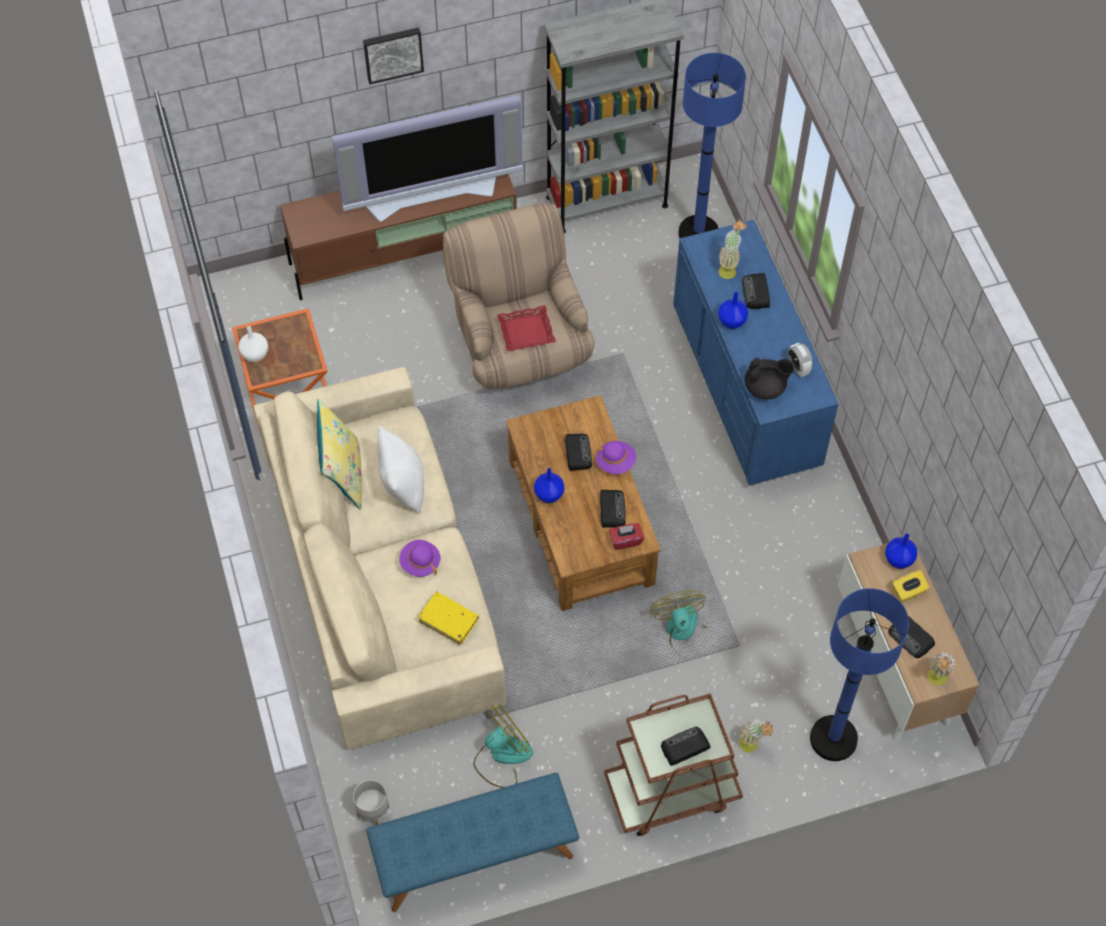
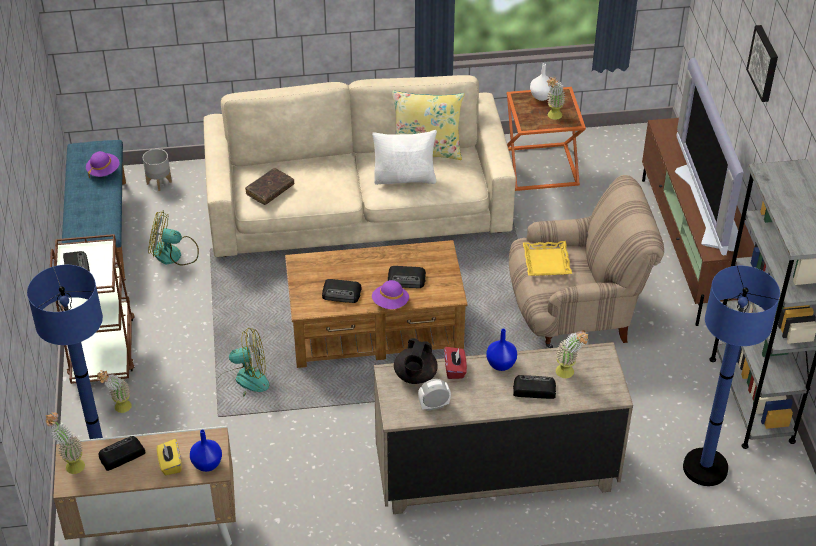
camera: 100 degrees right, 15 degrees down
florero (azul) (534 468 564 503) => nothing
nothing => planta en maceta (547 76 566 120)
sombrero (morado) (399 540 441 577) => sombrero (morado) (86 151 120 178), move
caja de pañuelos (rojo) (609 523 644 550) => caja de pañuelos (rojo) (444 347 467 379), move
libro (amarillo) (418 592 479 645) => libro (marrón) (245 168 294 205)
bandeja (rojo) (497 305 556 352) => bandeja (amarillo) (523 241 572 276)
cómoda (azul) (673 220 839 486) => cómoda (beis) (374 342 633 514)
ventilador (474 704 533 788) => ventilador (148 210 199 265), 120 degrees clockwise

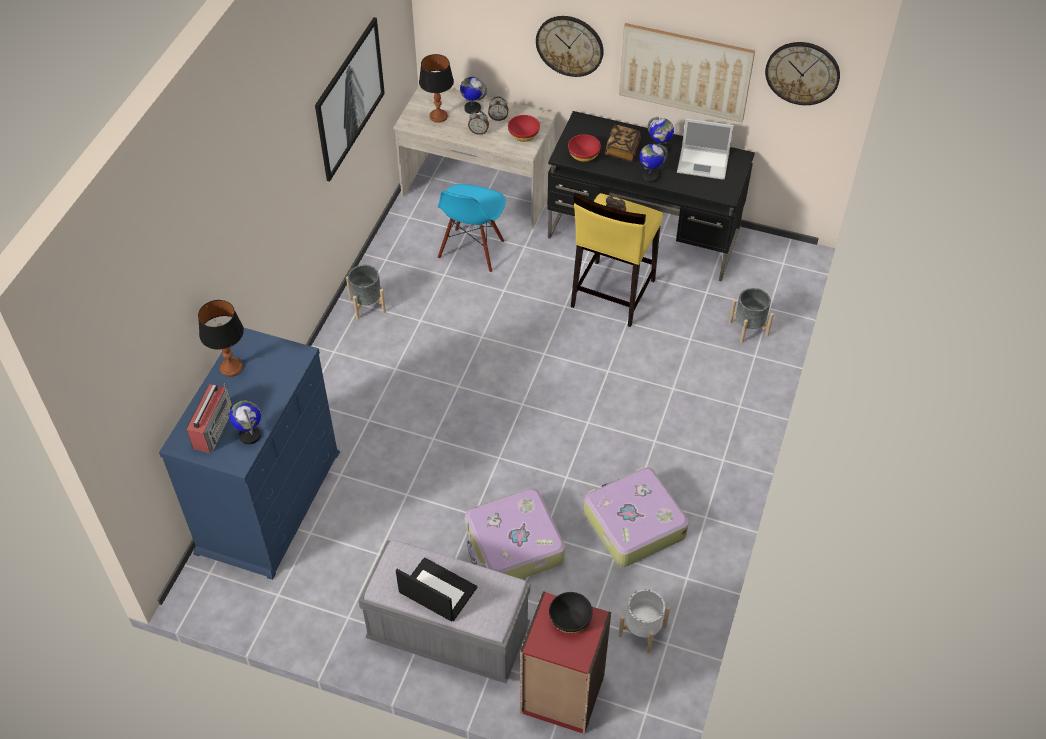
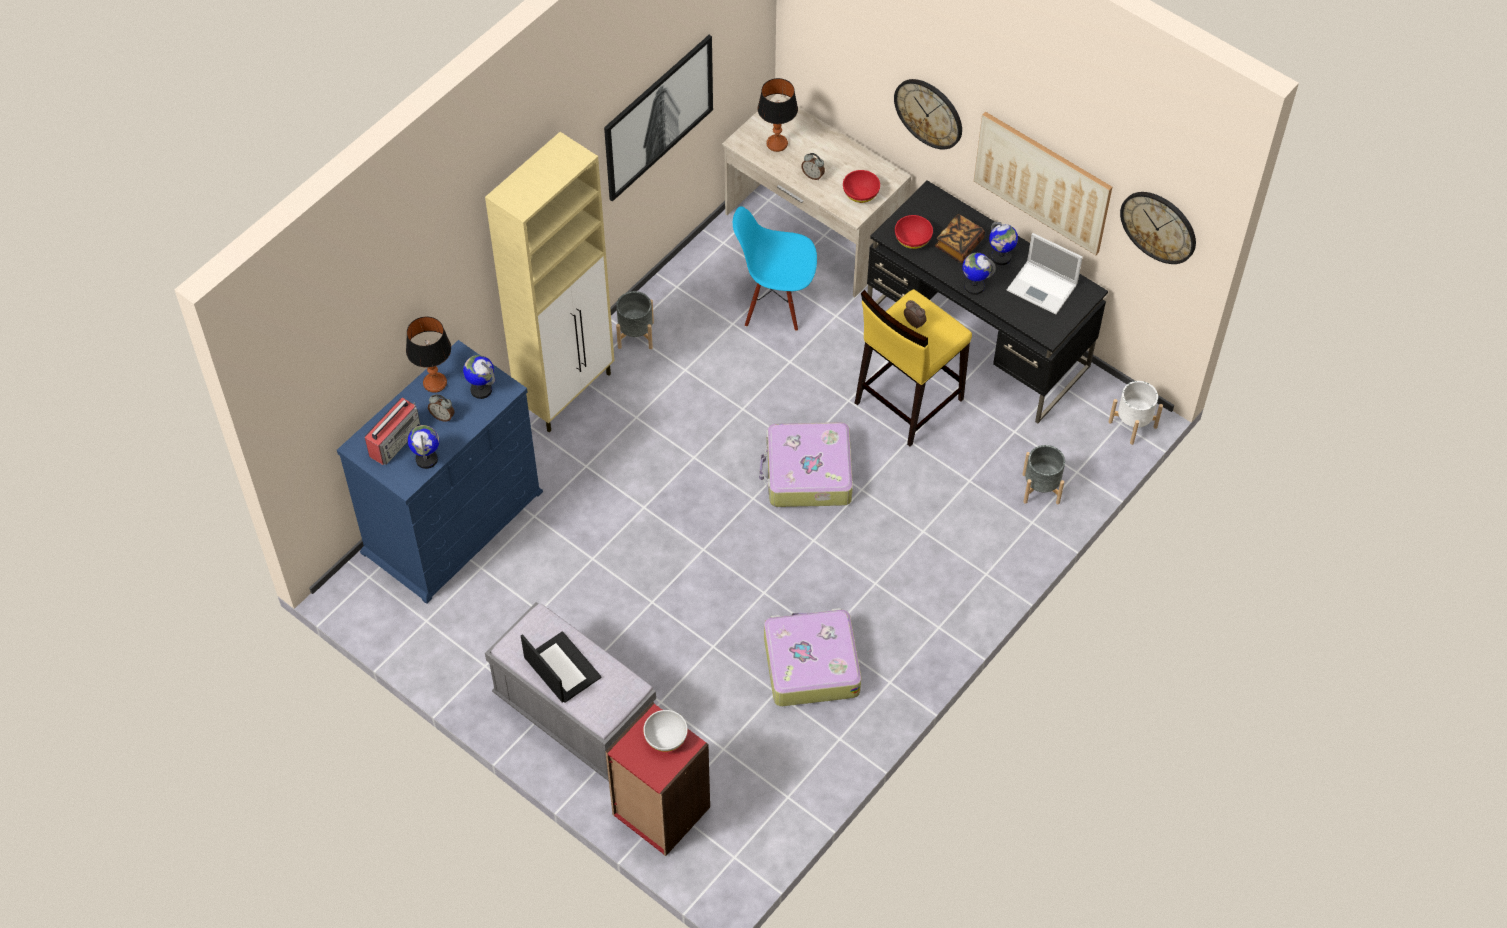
camera: 20 degrees right, 5 degrees up
nothing => armario (beis) (485 132 615 432)
globo terráqueo (460 77 487 114) => globo terráqueo (463 355 495 399), move
maleta (464 488 565 579) => maleta (759 422 853 507), move
despertador (488 96 509 121) => despertador (428 394 455 422), move
maceta (blanco) (618 589 670 653) => maceta (blanco) (1109 381 1163 445), move
cuenco (negro) (549 592 593 633) => cuenco (blanco) (643 710 688 752)
silla (azul) (438 184 506 273) => silla (azul) (733 206 817 331), 60 degrees clockwise

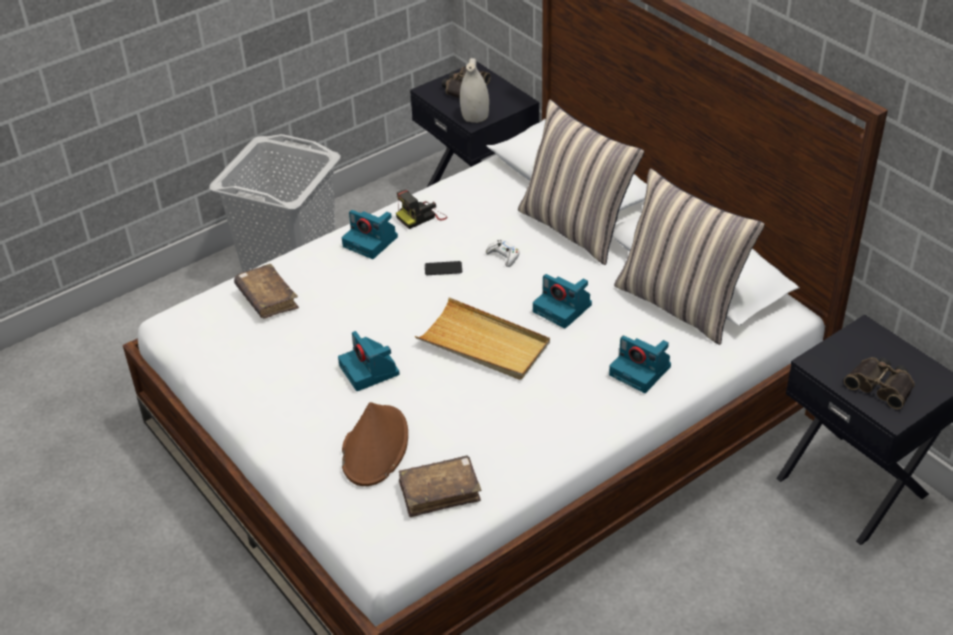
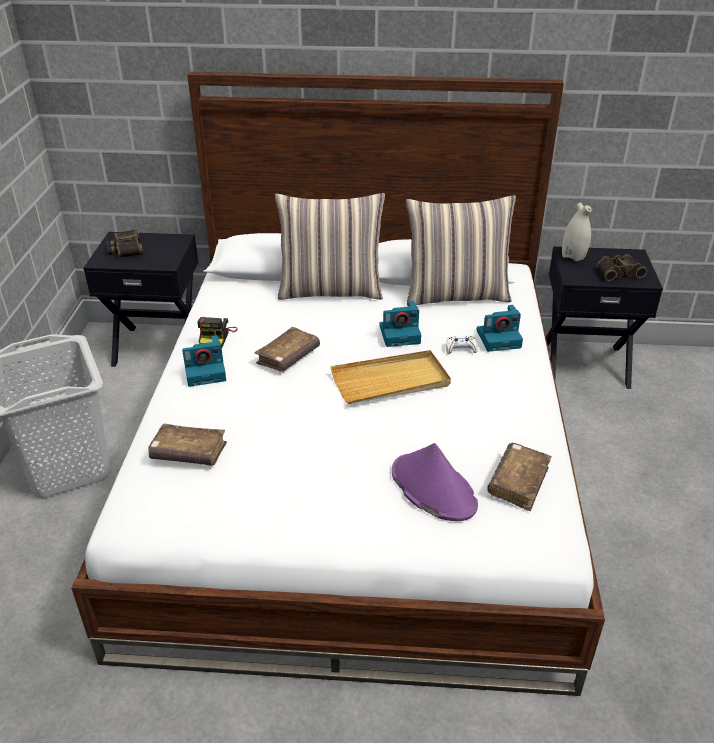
camera: 50 degrees left, 5 degrees down
cámara (338 331 400 391) => nothing
florero (blanco) (460 58 489 123) => florero (blanco) (562 203 592 262), move
mando de consola (blanco) (486 240 520 267) => mando de consola (blanco) (446 336 478 354), move
móvil (425 261 462 275) => libro (marrón) (255 327 320 372)
sombrero (marrón) (342 402 408 486) => sombrero (morado) (392 443 478 521)

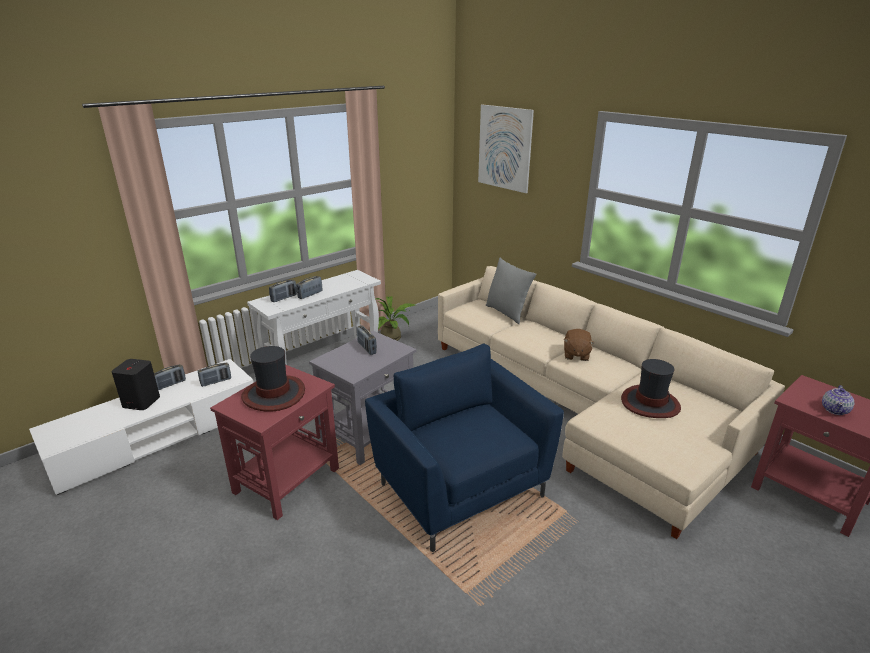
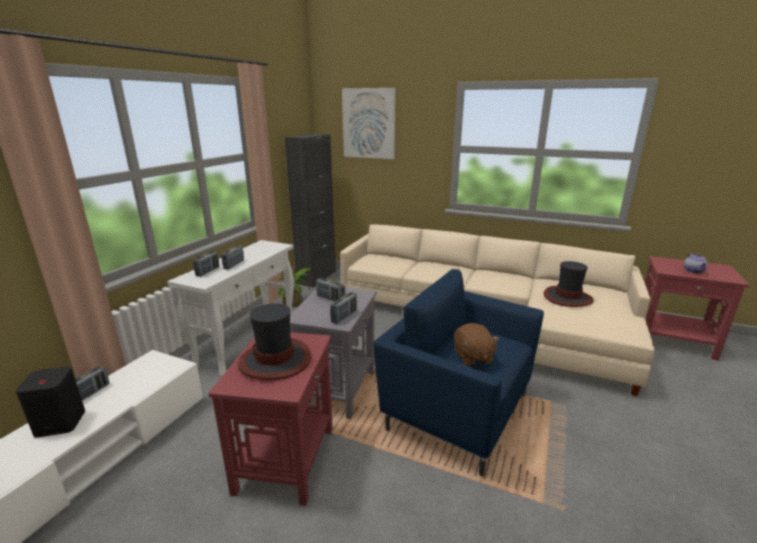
camera: 25 degrees left, 5 degrees down
cojín (gris) (486 258 536 324) => nothing
nothing => armario (negro) (285 134 336 287)
radio (198 362 231 387) => radio (330 292 357 324), move
peluche (marrón) (564 329 594 361) => peluche (marrón) (454 323 500 366), move

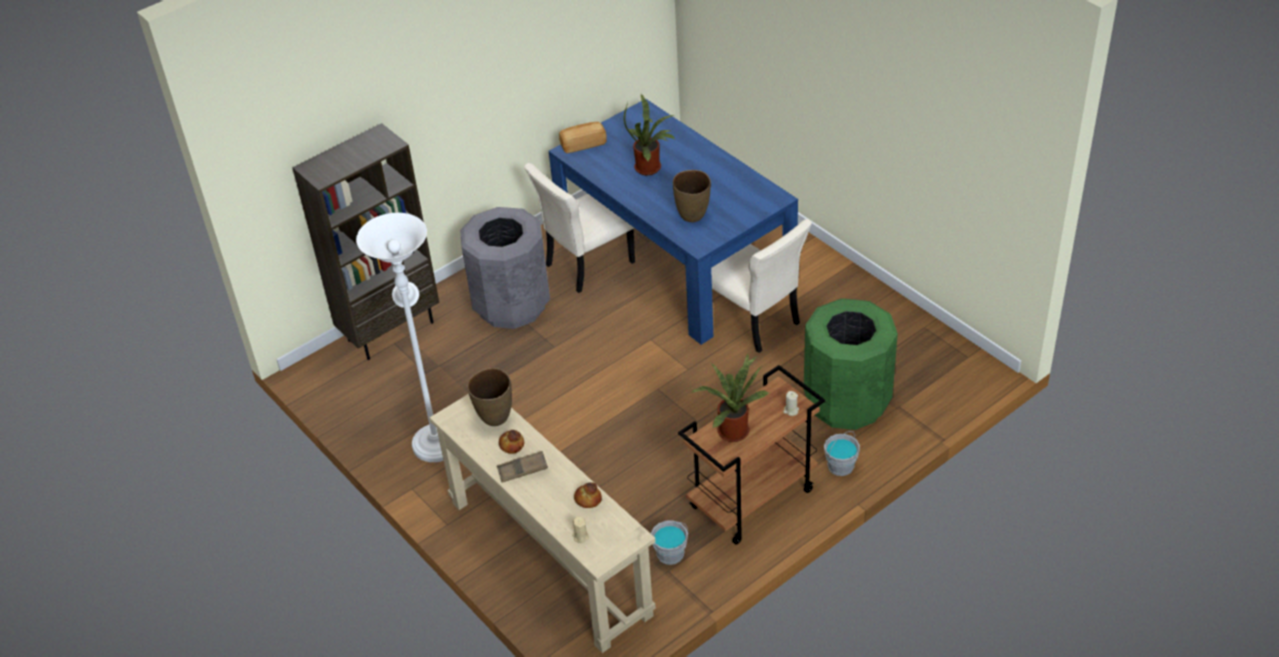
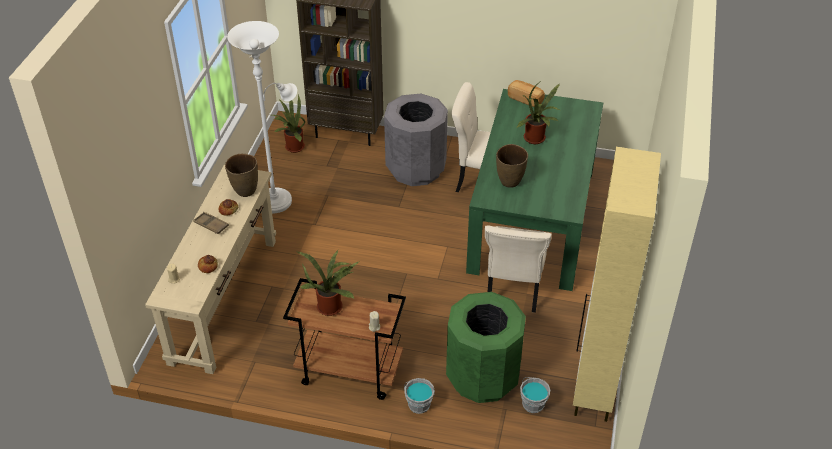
camera: 50 degrees right, 0 degrees up
nothing => planta en maceta (272 94 305 153)
nothing => armario (beis) (573 147 661 422)
cubo (gris) (651 521 688 565) => cubo (gris) (520 377 550 413), move
mesa de comedor (azul) (549 99 798 345) => mesa de comedor (verde) (466 89 603 291)

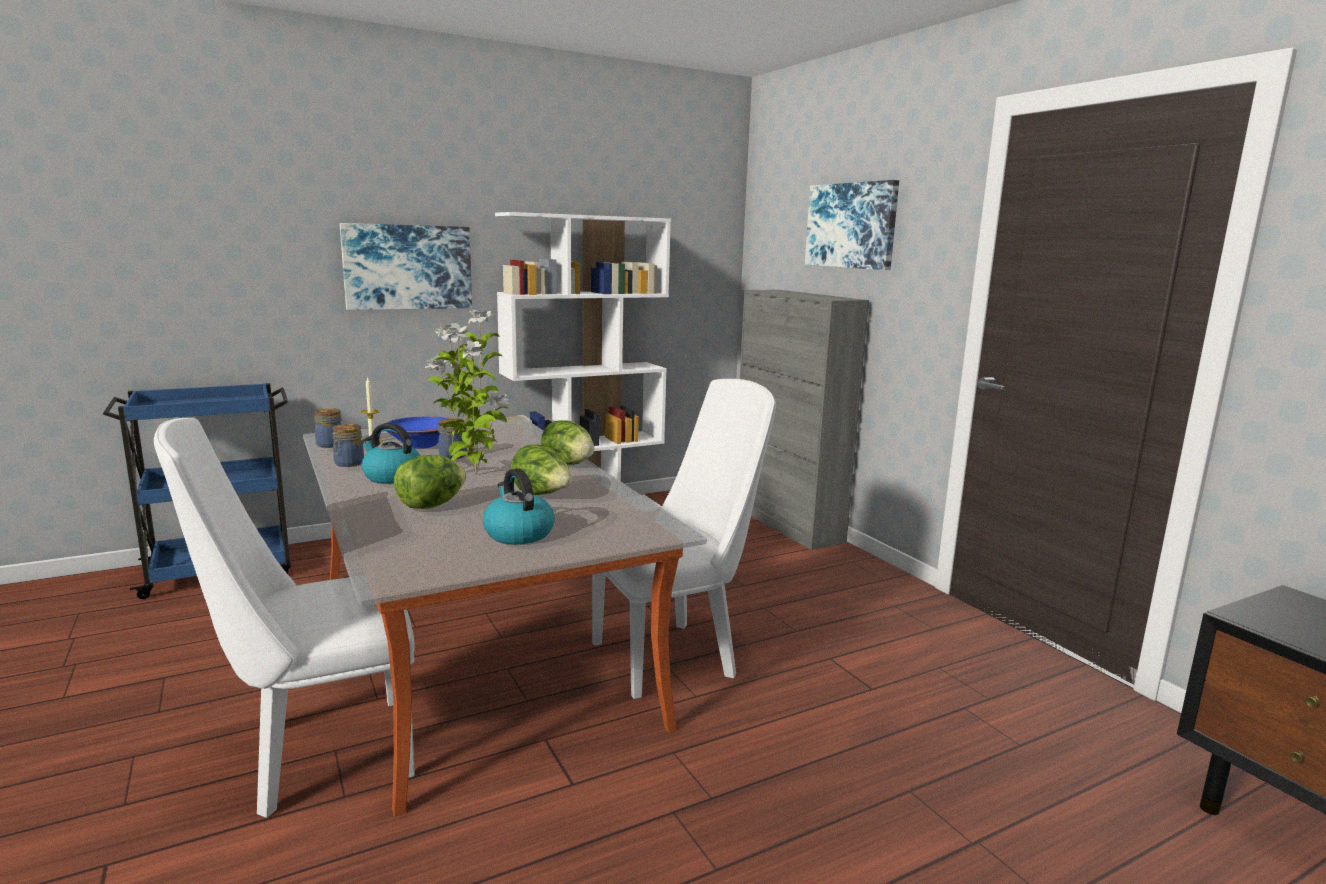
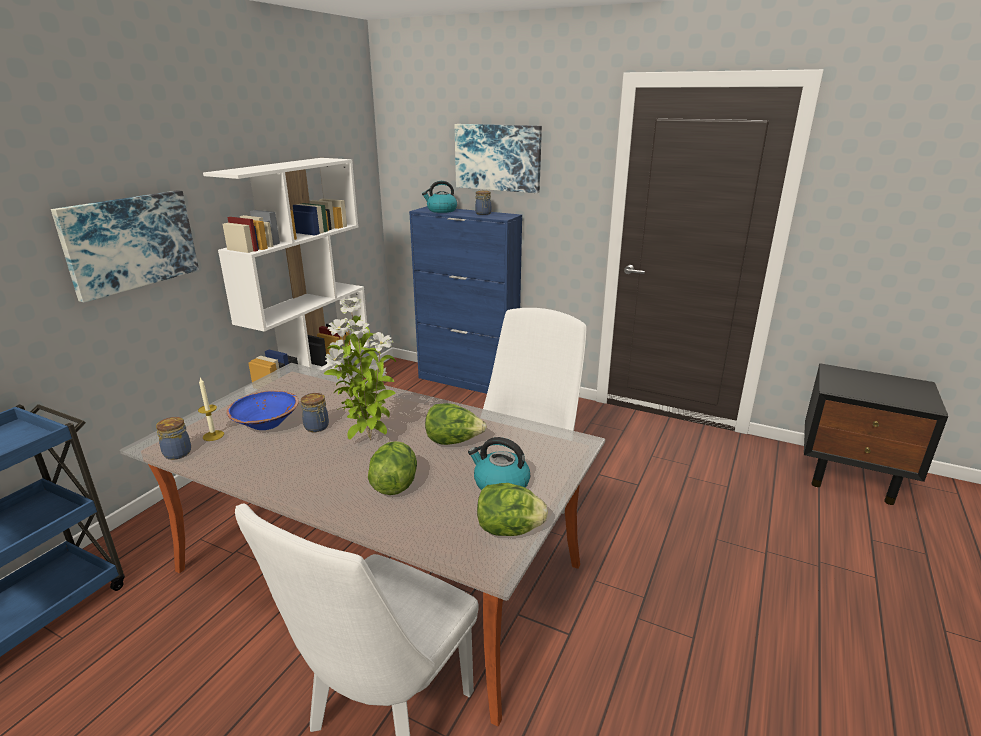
camera: 35 degrees left, 10 degrees up
tarro (332 424 364 467) => tarro (475 190 491 215), move
hervidor (361 423 420 484) => hervidor (422 181 457 213), move
lechuga (541 420 594 465) => lechuga (477 483 548 536), move
armario (gris) (740 290 869 550) => armario (azul) (409 206 522 394)

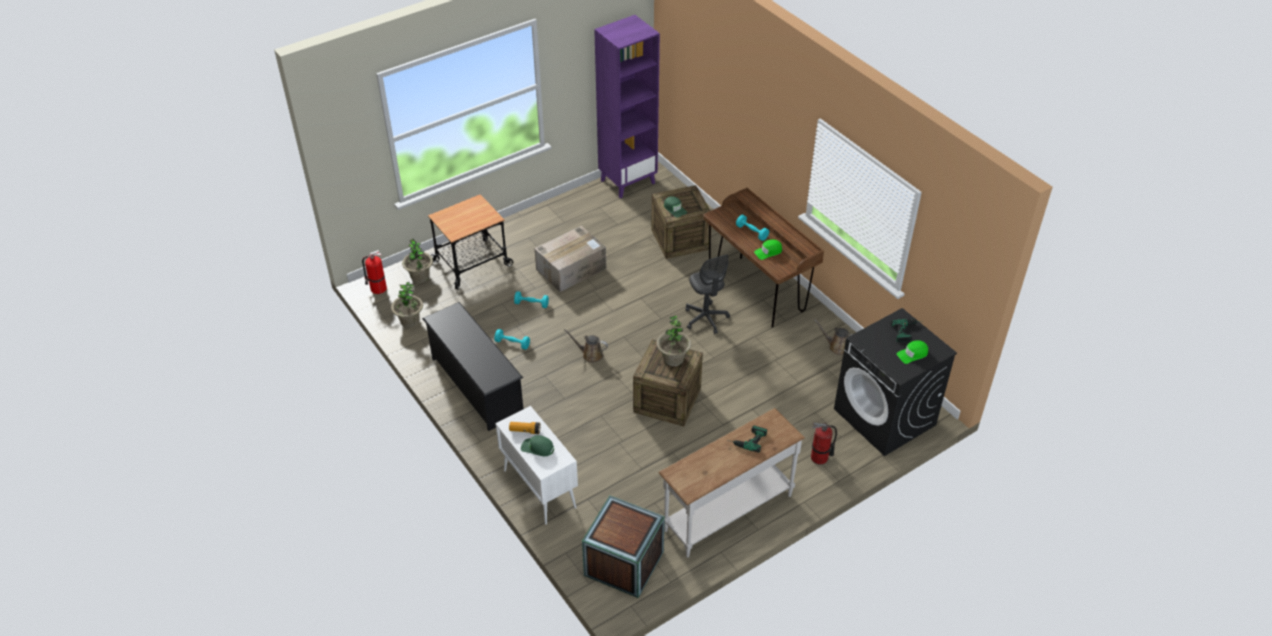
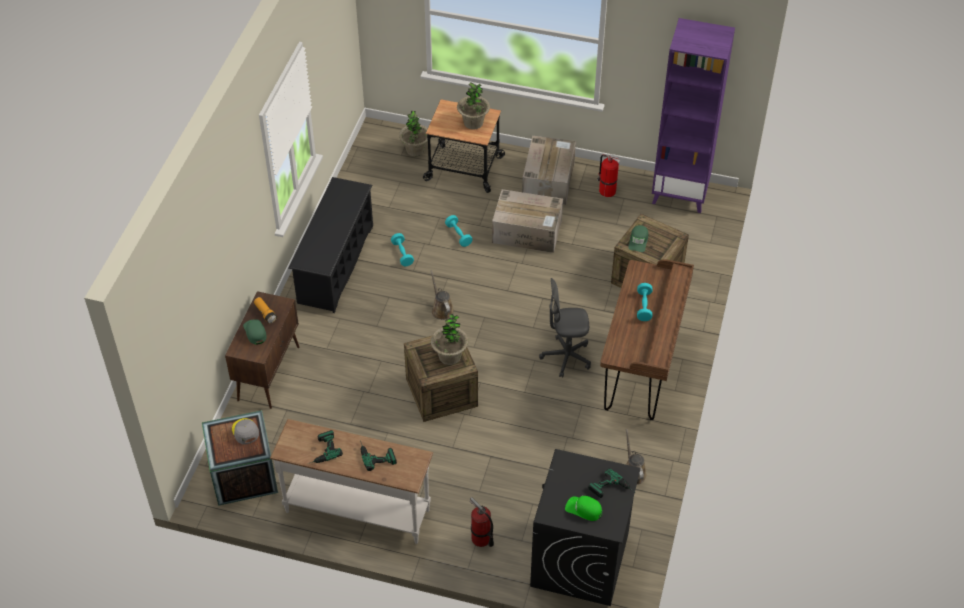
camera: 50 degrees right, 5 degrees up
gorra (verde) (754 239 782 260) => nothing
nothing => gorra (gris) (232 418 259 444)
nothing => taladro (307 430 343 464)
nothing => caja de cartón (522 136 576 205)
extintor (362 250 387 294) => extintor (597 154 620 197), move
planta en maceta (391 282 423 327) => planta en maceta (457 82 490 129), move
armario (blanco) (495 406 578 525) => armario (marrón) (225 291 299 409)
silla de oficina (gris) (685 254 730 334) => silla de oficina (gris) (539 278 591 378), 60 degrees clockwise

